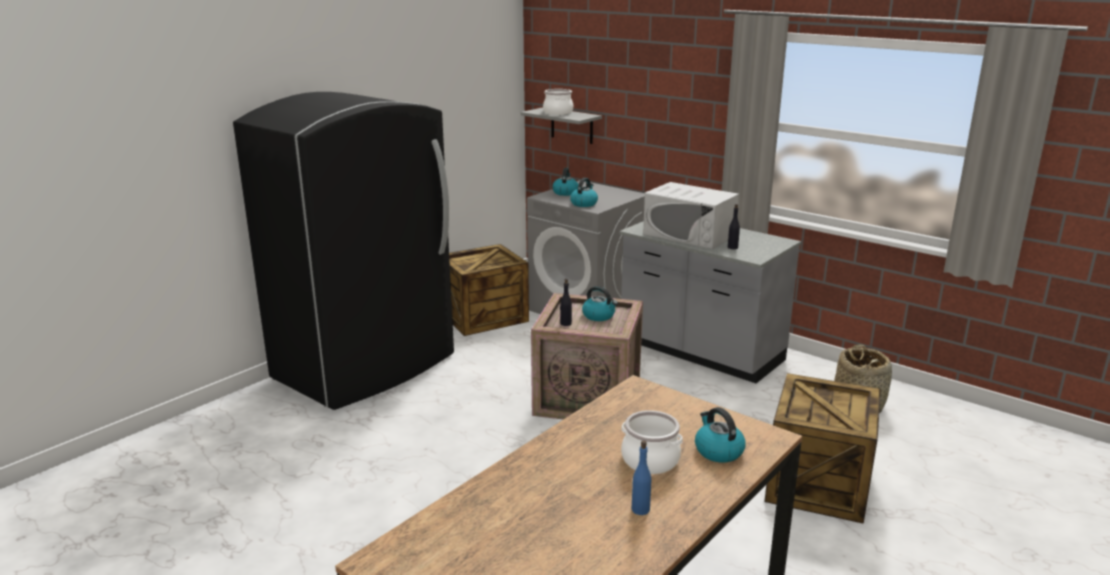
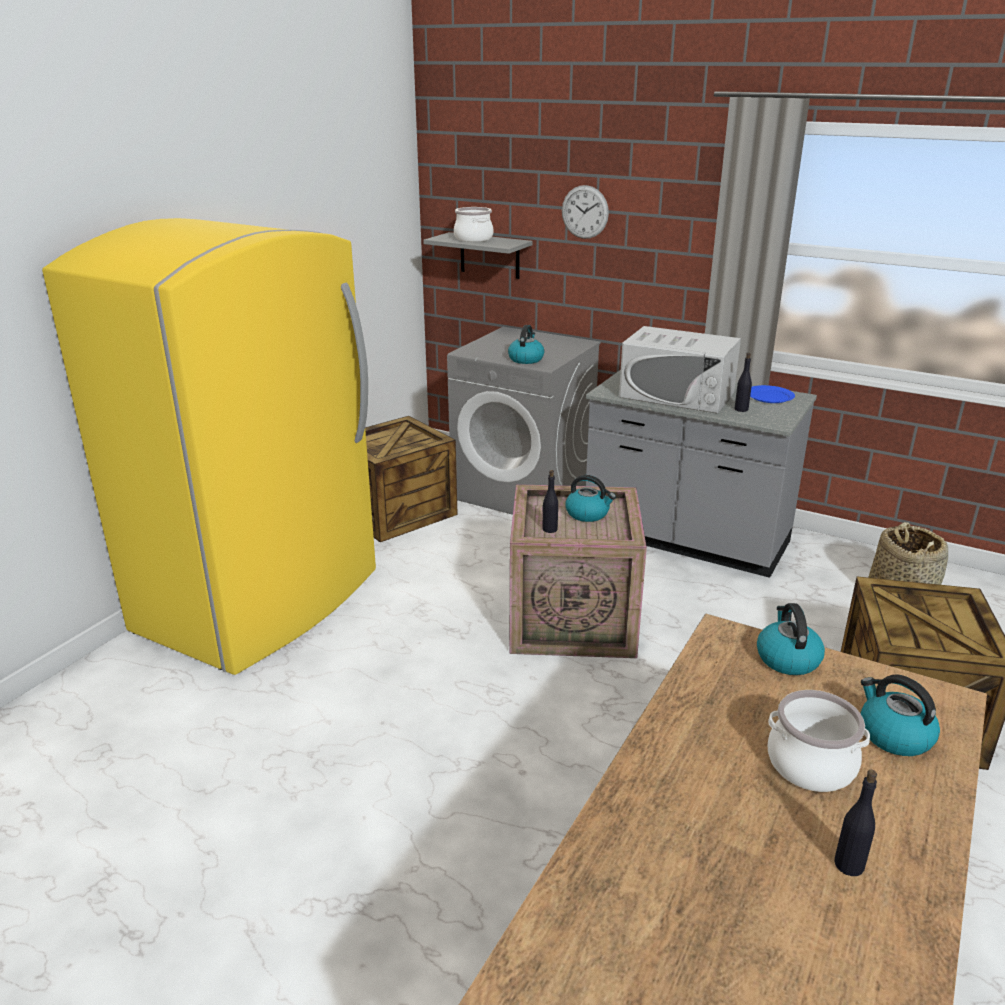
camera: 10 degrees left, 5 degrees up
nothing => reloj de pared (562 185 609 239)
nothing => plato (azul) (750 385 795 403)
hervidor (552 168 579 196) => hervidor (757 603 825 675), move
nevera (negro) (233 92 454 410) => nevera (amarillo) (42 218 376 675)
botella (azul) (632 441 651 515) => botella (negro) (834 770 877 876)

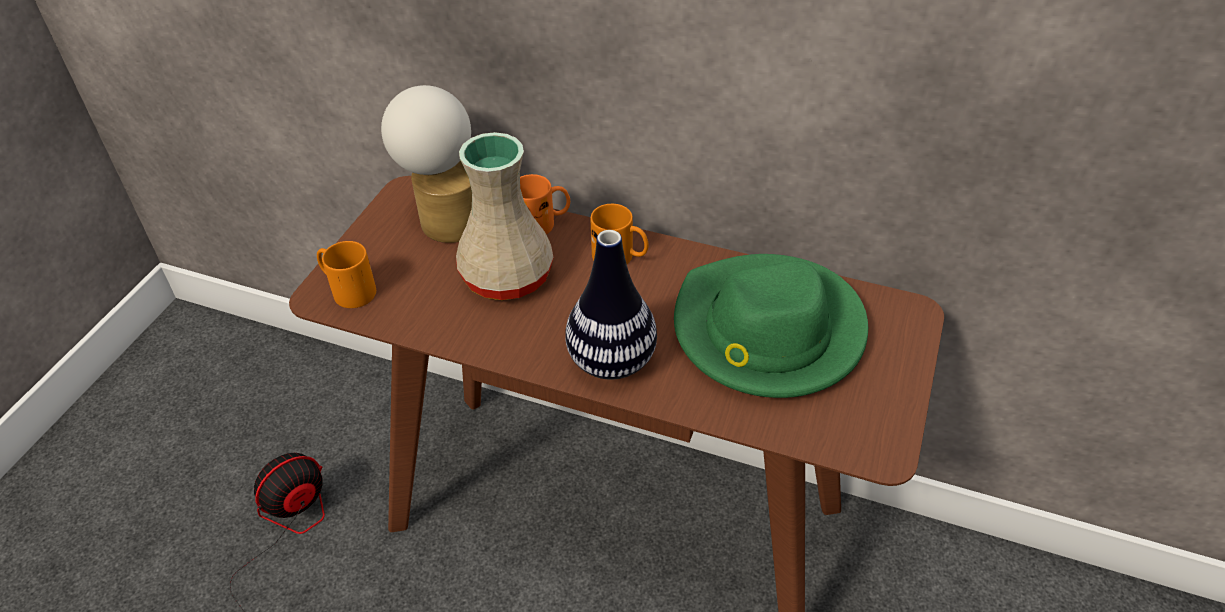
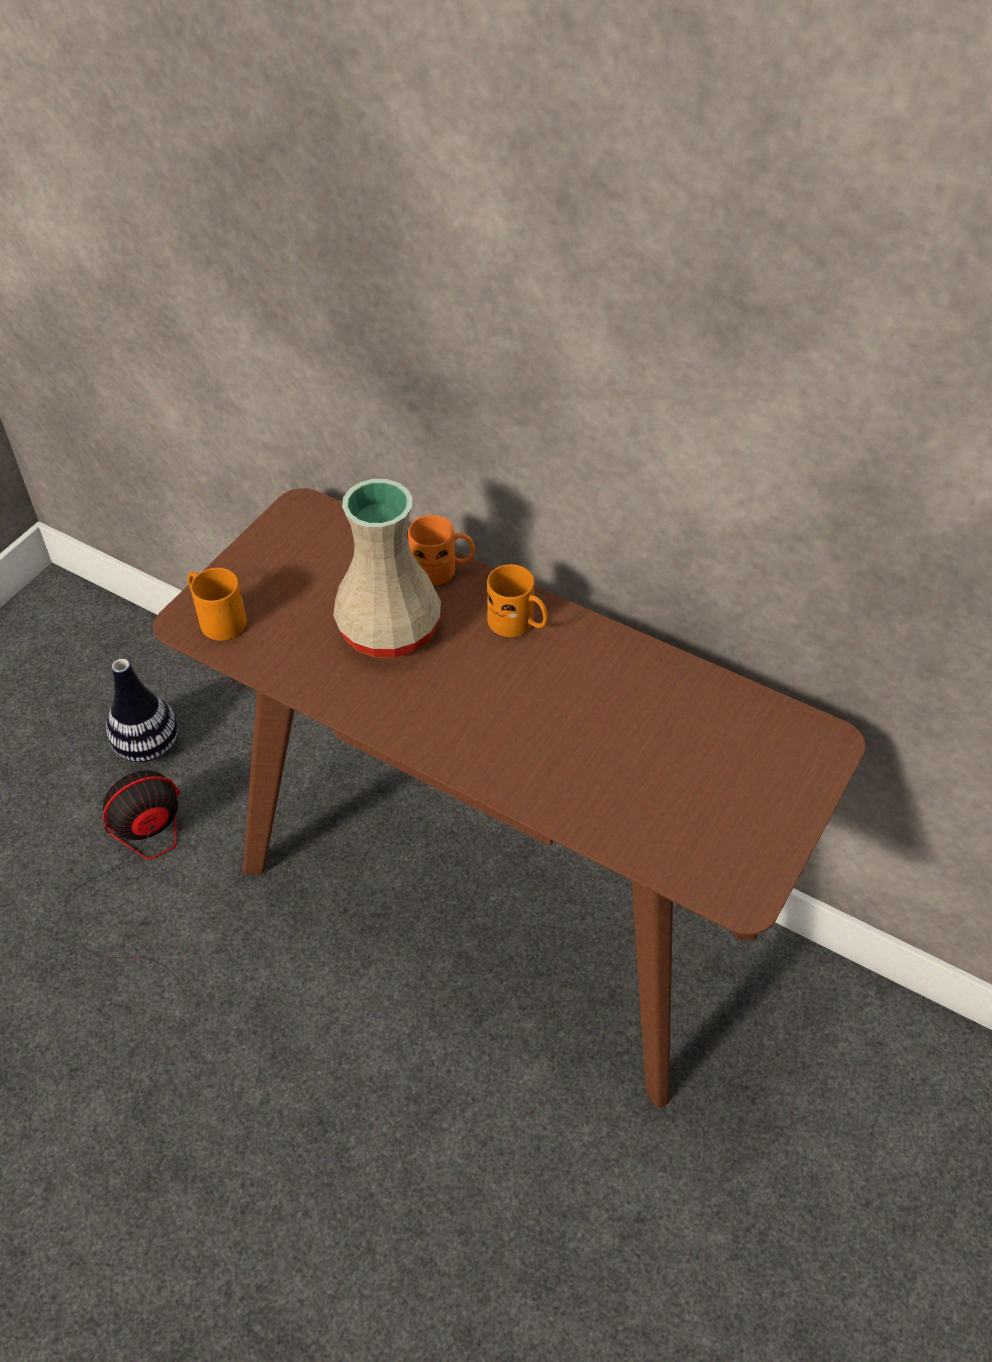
camera: 10 degrees right, 5 degrees up
lámpara de mesa (381 85 472 243) => nothing
sombrero (verde) (674 254 868 398) => nothing
florero (565 230 657 380) => florero (106 659 178 762), move

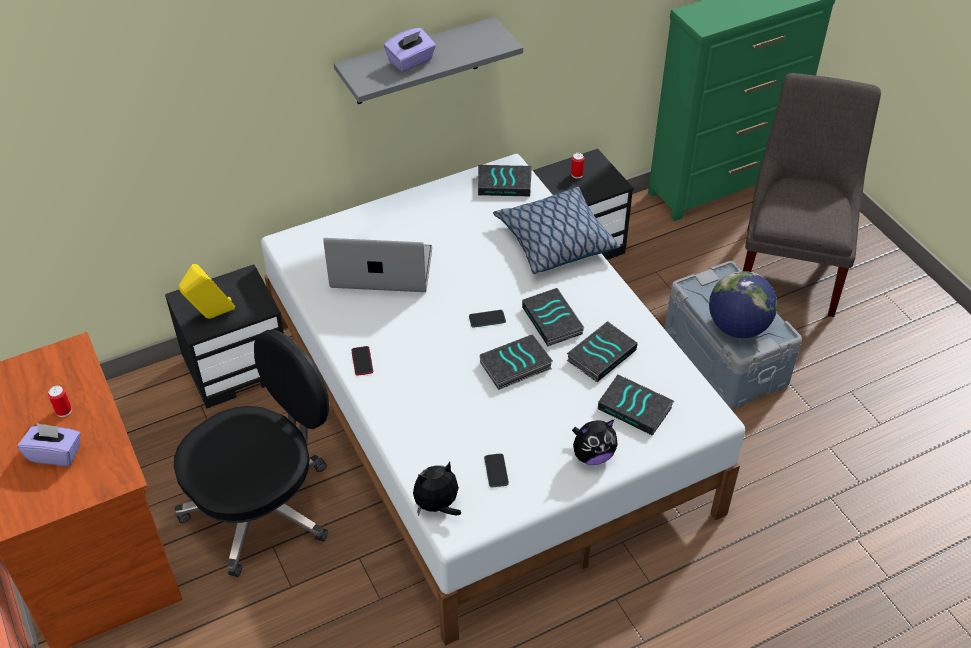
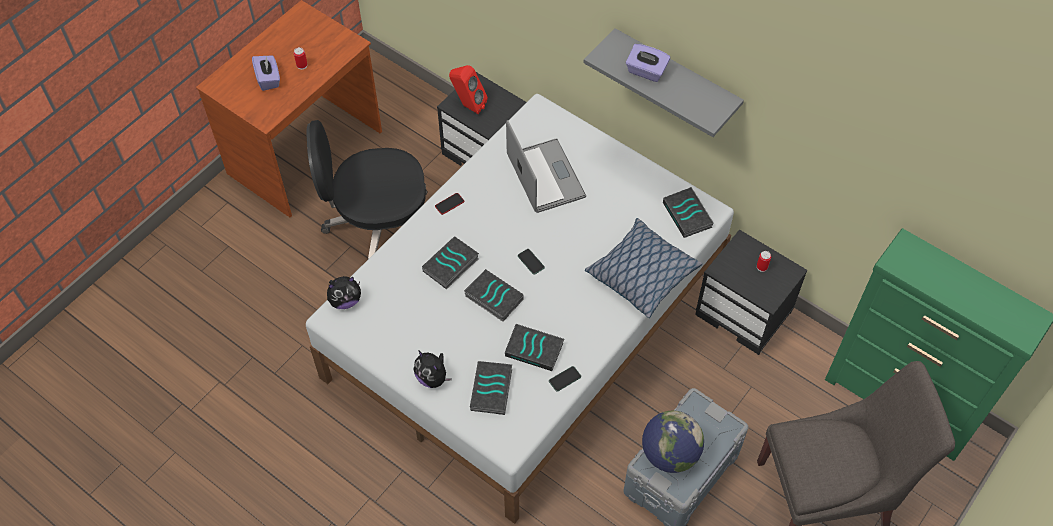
camera: 65 degrees right, 10 degrees up
móvil (484 453 509 487) => móvil (549 366 581 392), move
libro (522 288 584 346) => libro (422 236 479 290), move
altavoz (amarillo) (179 264 235 319) => altavoz (rojo) (449 65 488 114)
silla de oficina (negro) (174 330 329 577) => silla de oficina (negro) (307 120 428 259), 150 degrees clockwise
peluche (413 462 461 516) => peluche (327 276 361 309), 120 degrees clockwise

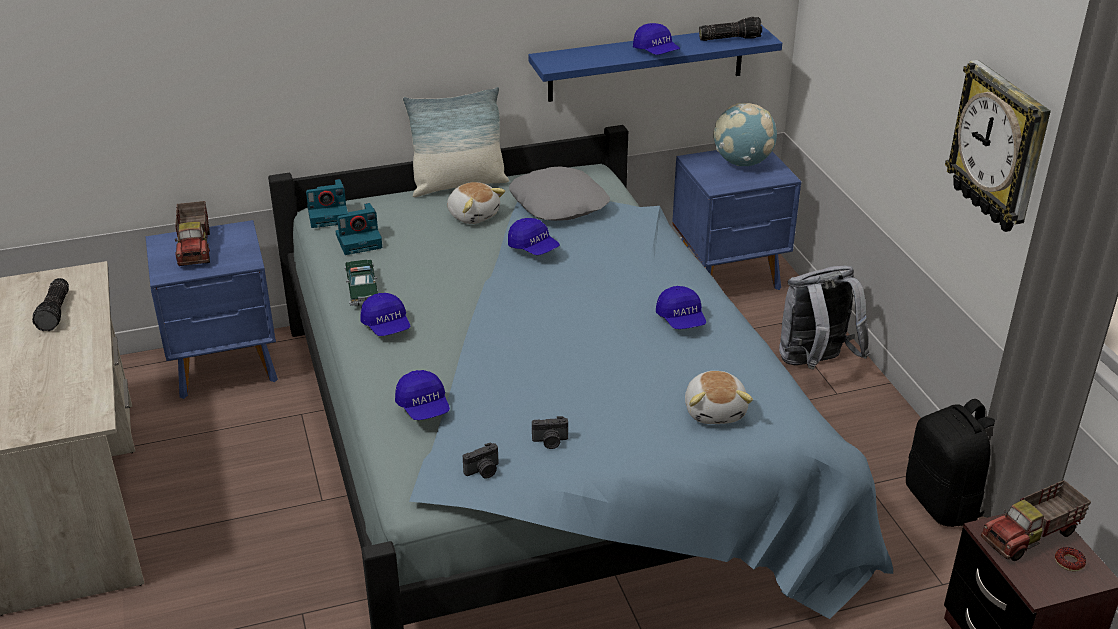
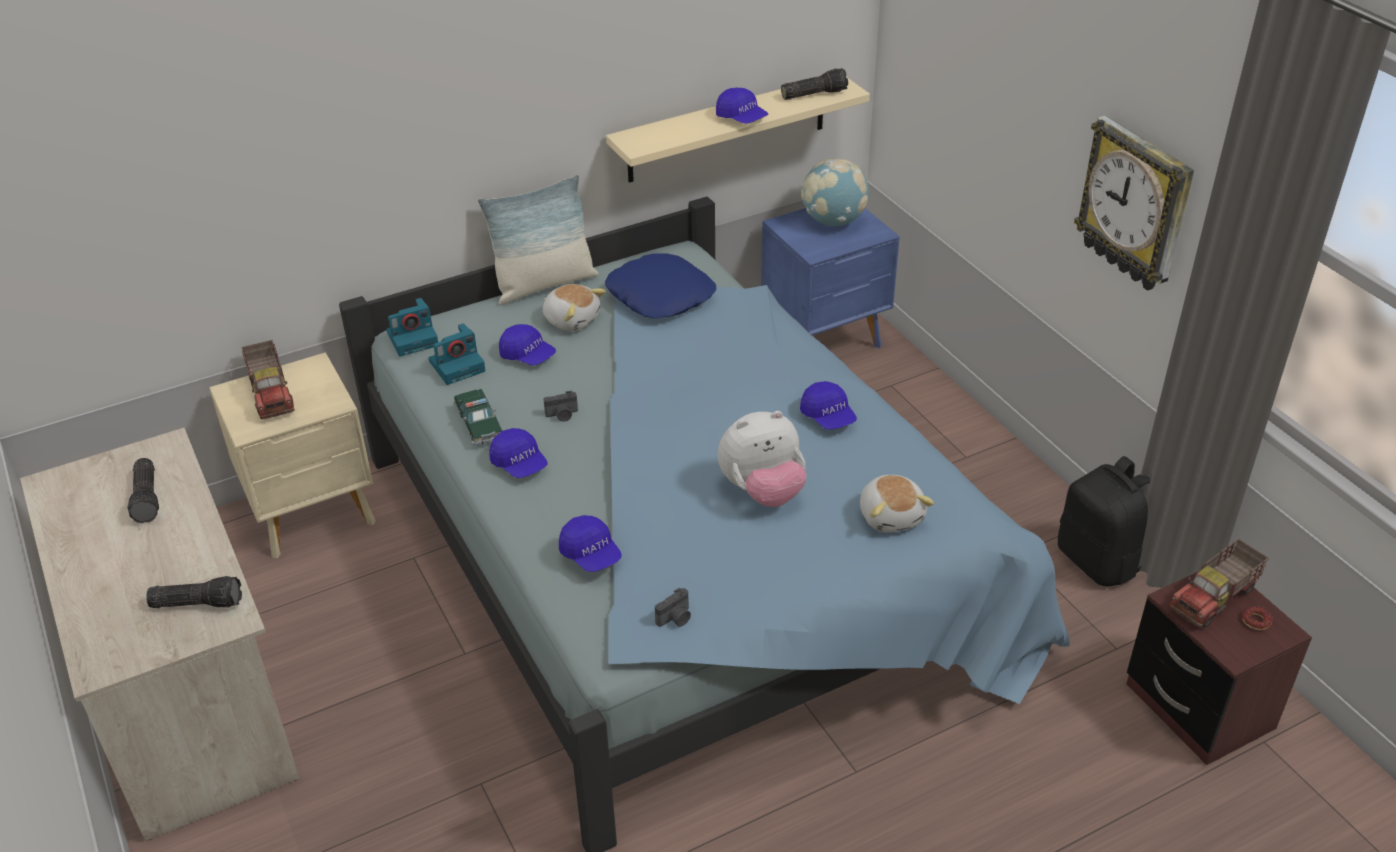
camera: 10 degrees left, 5 degrees up
mochila (gris) (779 265 869 370) => nothing
nothing => linterna (146 576 242 608)
nothing => peluche (718 411 807 507)
gorra (azul) (508 218 560 255) => gorra (azul) (499 324 556 365), move
cámara (532 416 568 449) => cámara (544 391 578 422), move
mesita de noche (azul) (146 220 278 399) => mesita de noche (beis) (209 352 376 558)
cojín (gris) (509 166 610 221) => cojín (azul) (605 253 716 319)
estante (azul) (528 25 782 102) => estante (beis) (606 77 870 183)

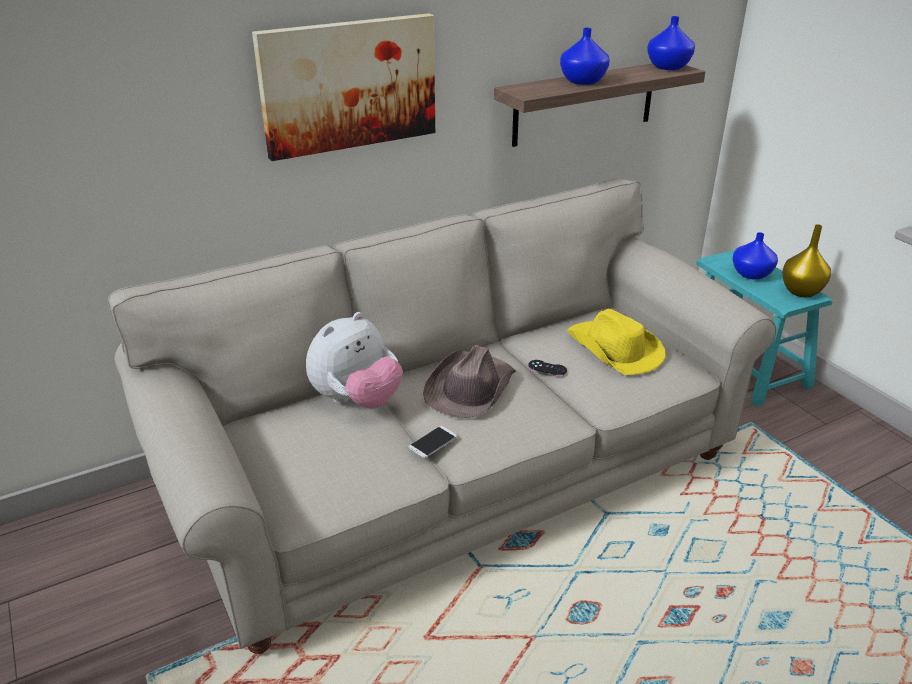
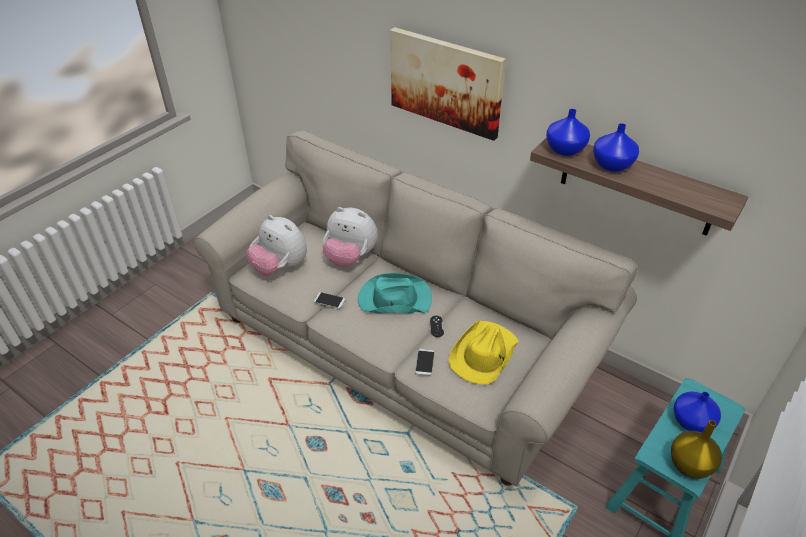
camera: 65 degrees right, 10 degrees up
nothing => peluche (246 215 307 276)
nothing => móvil (415 349 435 375)
florero (azul) (647 16 695 70) => florero (azul) (546 109 590 156), move
sombrero (marrón) (423 345 516 418) => sombrero (turquesa) (358 273 432 314)

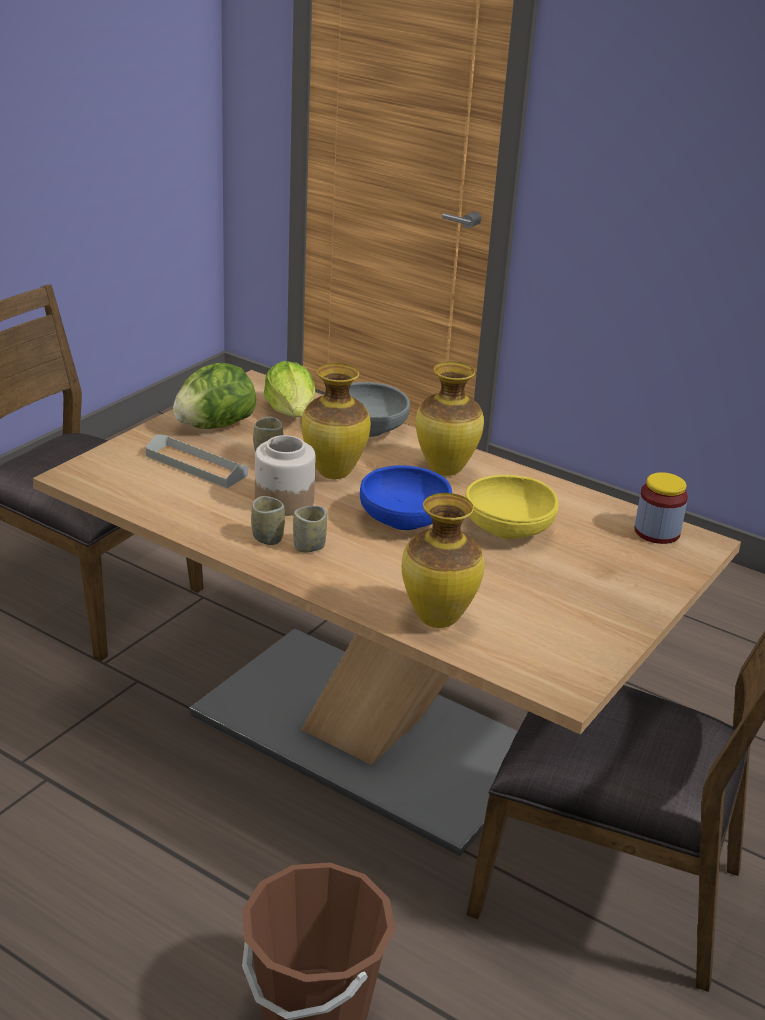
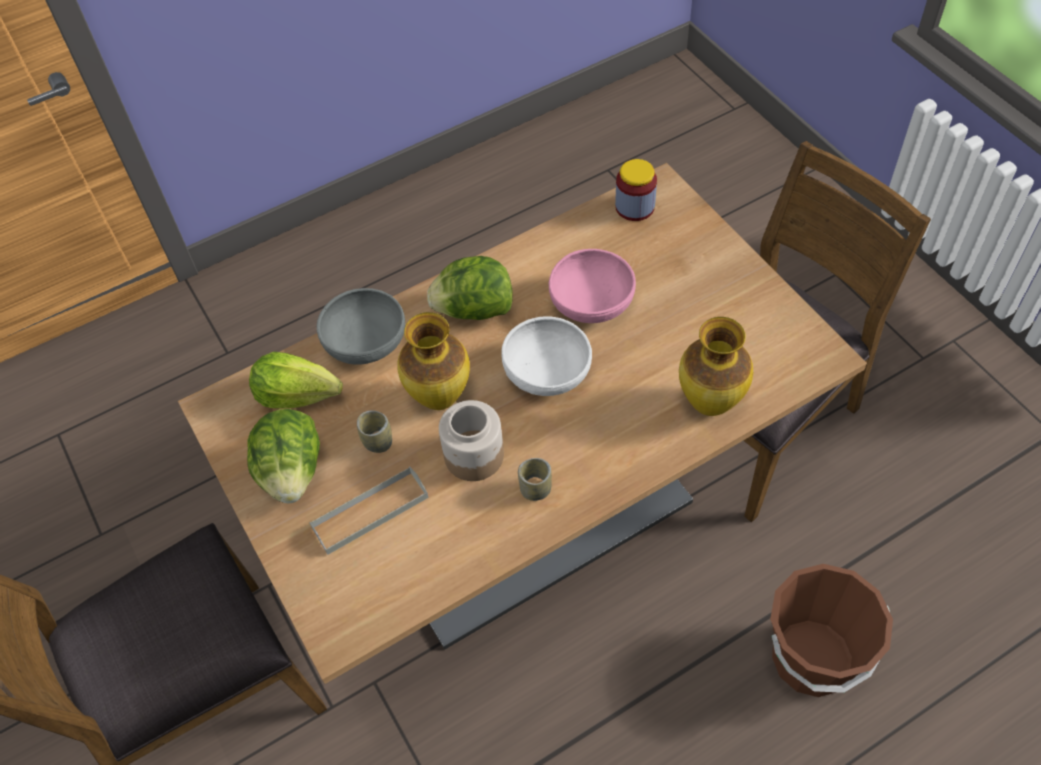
camera: 60 degrees left, 25 degrees up
taza (293 506 327 552) => nothing
florero (416 361 484 476) => lechuga (427 256 513 320)
cuenco (azul) (360 465 452 530) => cuenco (blanco) (501 316 592 396)
cuenco (amarillo) (465 475 559 539) => cuenco (rosa) (549 249 636 323)

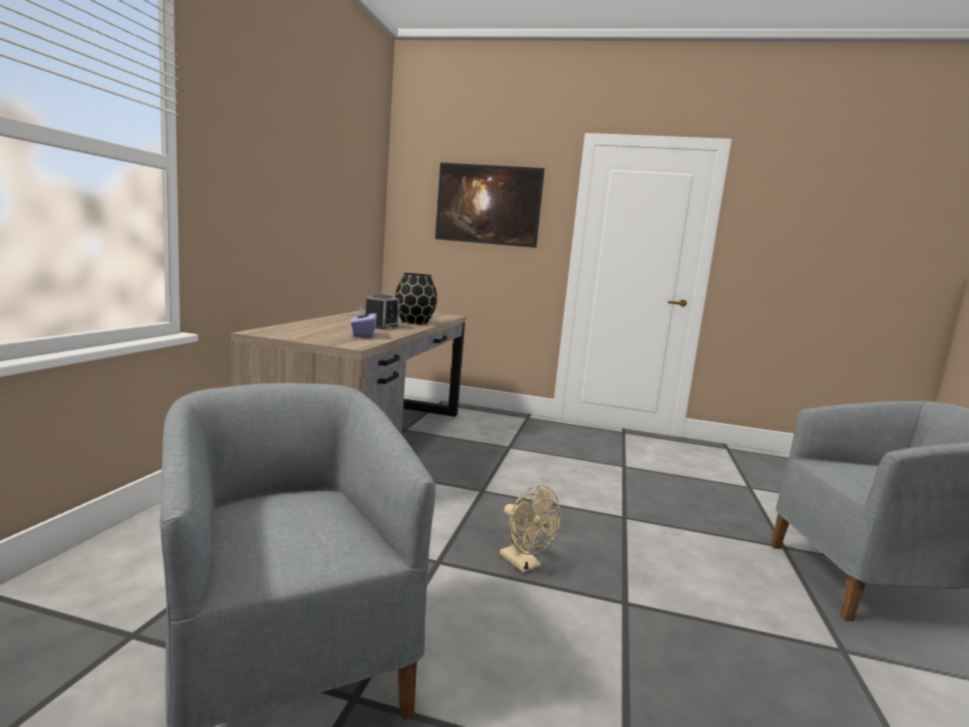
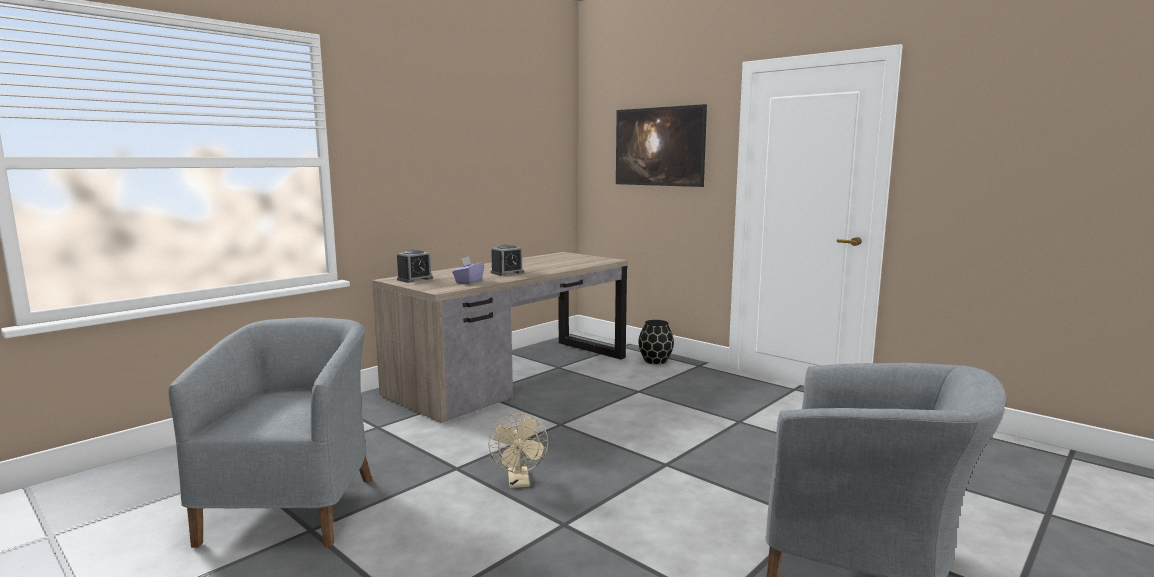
camera: 30 degrees right, 0 degrees up
nothing => despertador (397 250 433 283)
florero (negro) (395 273 437 324) => florero (negro) (638 320 674 364), move

